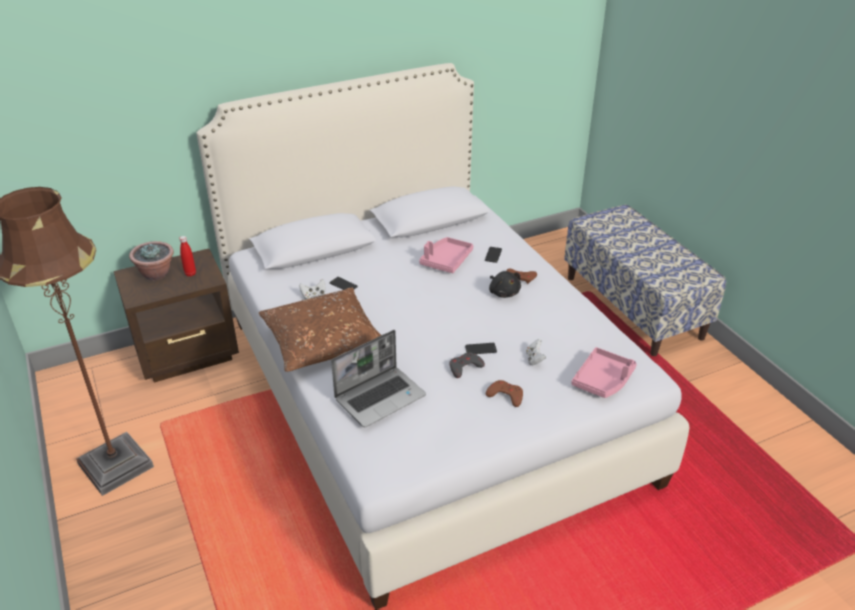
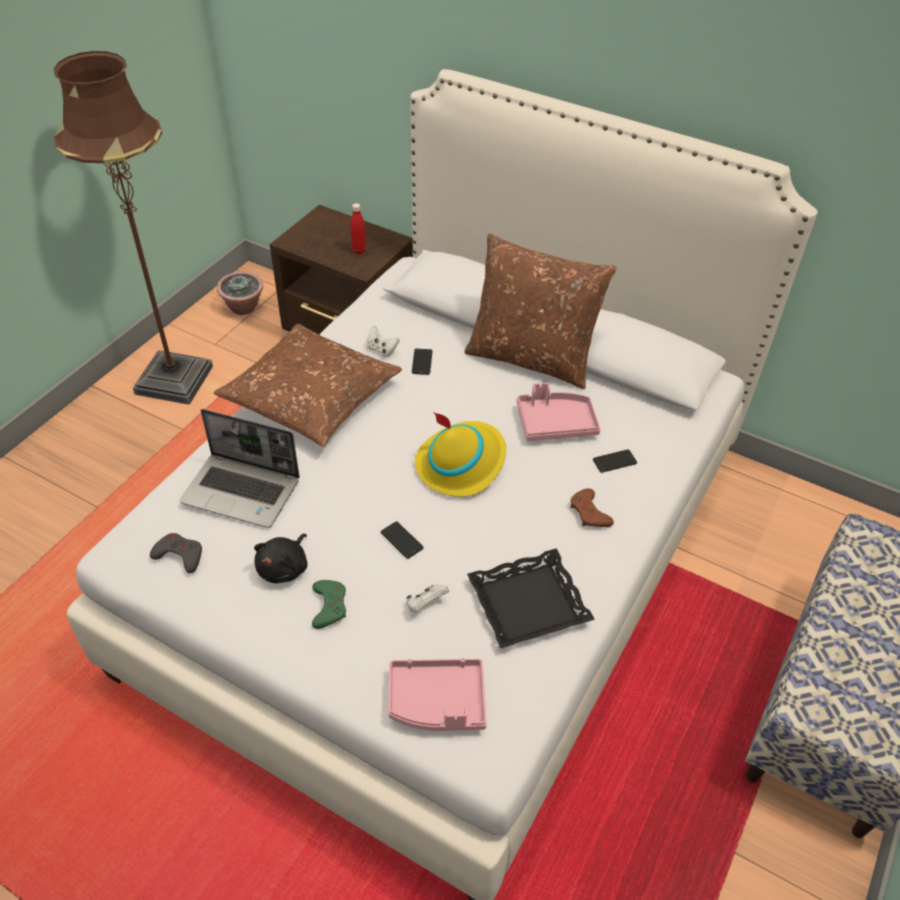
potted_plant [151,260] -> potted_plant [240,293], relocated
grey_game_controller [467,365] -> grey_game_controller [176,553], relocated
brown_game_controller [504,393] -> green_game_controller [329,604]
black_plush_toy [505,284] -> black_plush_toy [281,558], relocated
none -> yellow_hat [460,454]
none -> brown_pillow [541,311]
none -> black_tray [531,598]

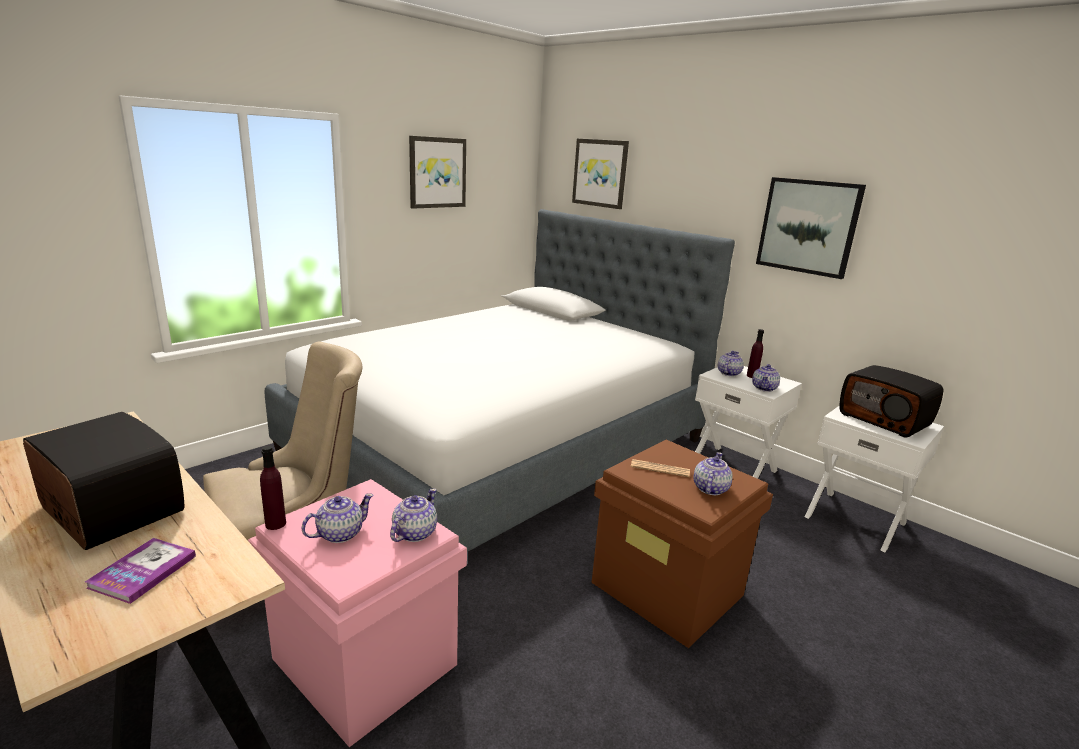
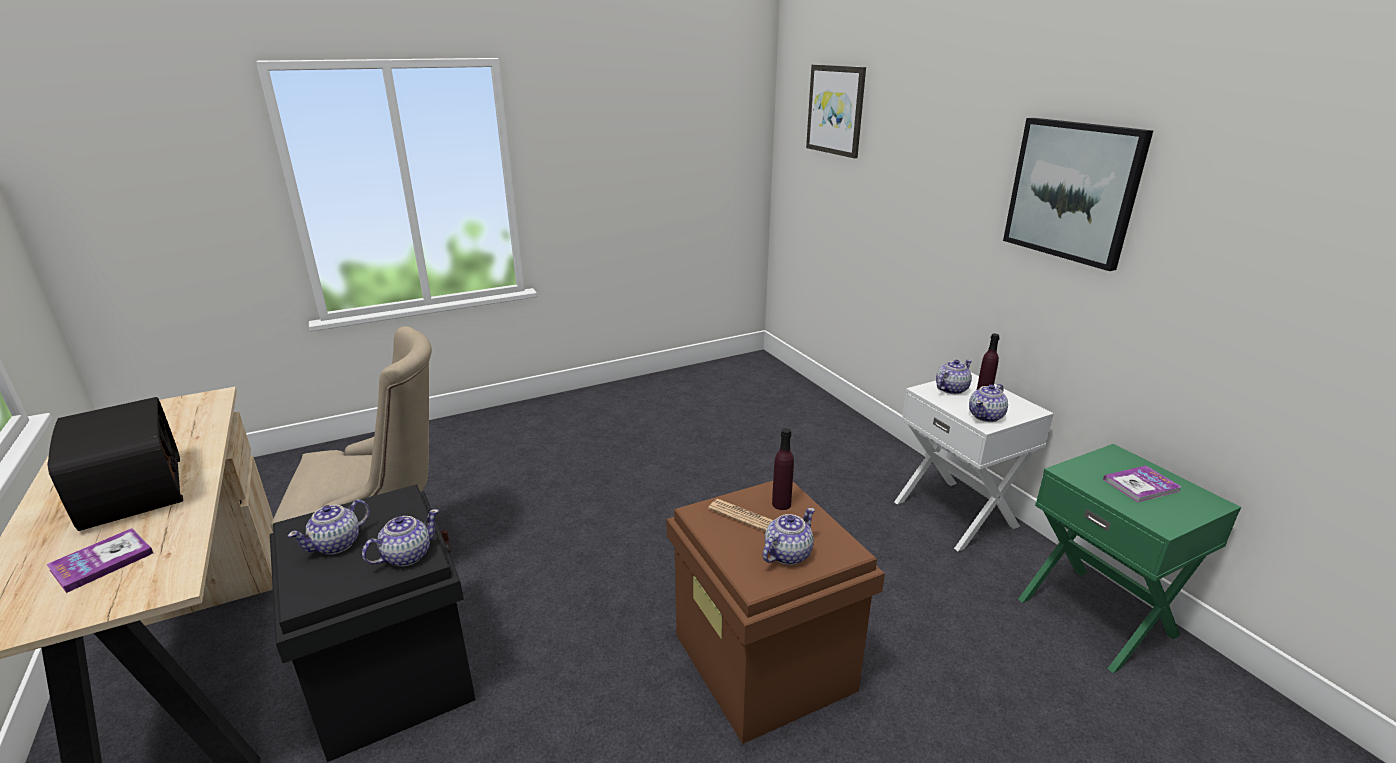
pink_storage_box [357,613] -> black_storage_box [372,623]
purple_bottle [273,488] -> purple_bottle [783,469], relocated
bed [499,380] -> none
teapot [337,518] -> teapot [329,527], 150 degrees clockwise
picture [437,172] -> none
white_nightstand [874,478] -> green_nightstand [1129,558]
radio [891,401] -> book [1142,483]

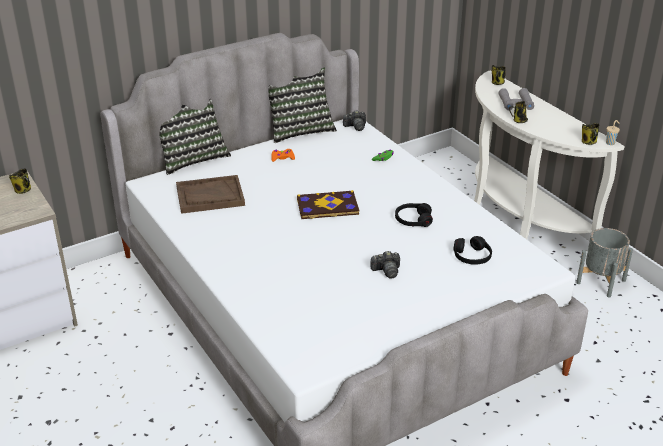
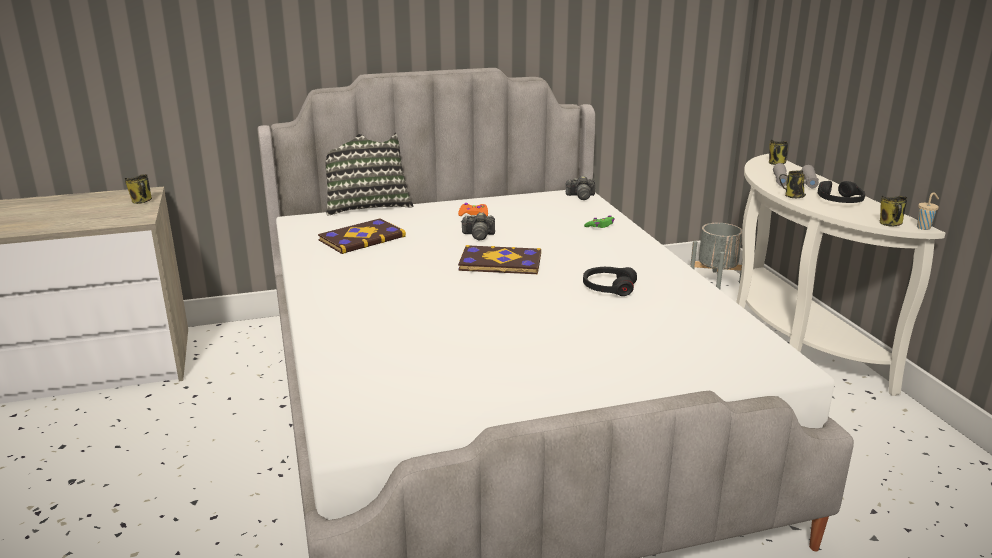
brown_tray [210,194] -> book [362,236]
pillow [303,105] -> none
photo_camera [385,264] -> photo_camera [478,226], relocated
black_headphones [473,250] -> black_headphones [841,192], relocated
grey_planter [604,263] -> grey_planter [716,256], relocated

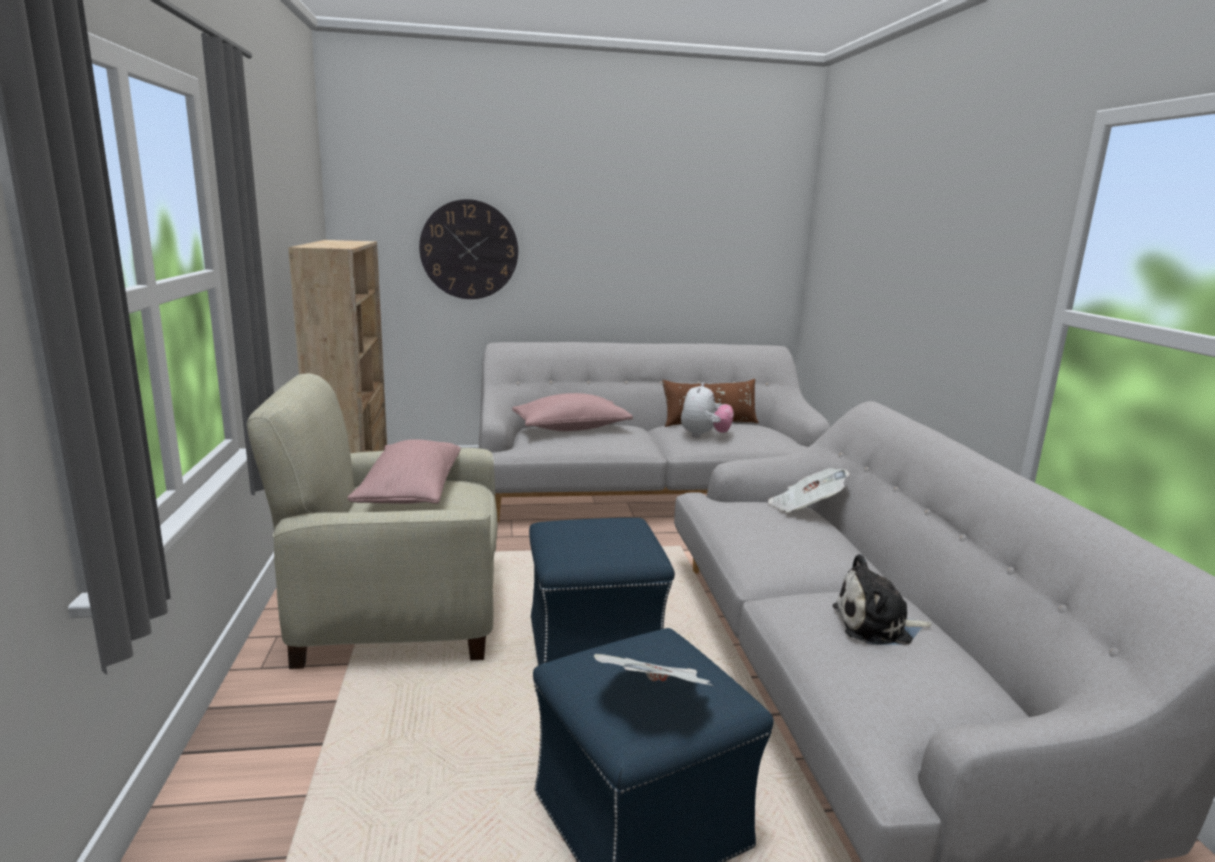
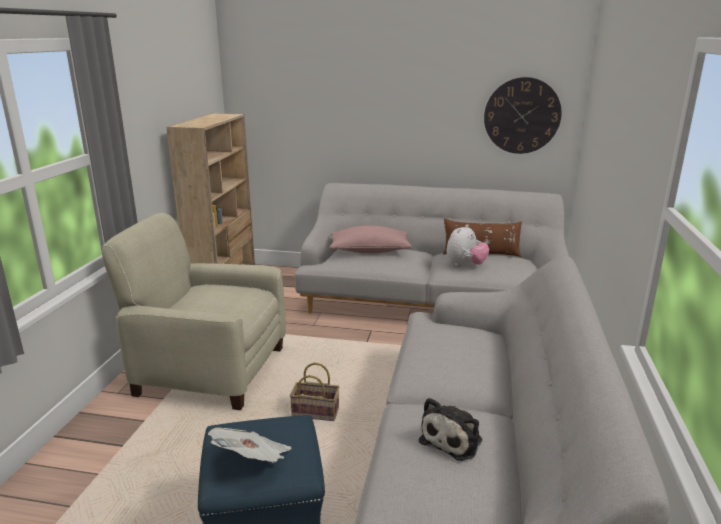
pink_pillow [404,471] -> none
wall_clock [468,249] -> wall_clock [523,115], relocated
blue_ottoman [602,592] -> basket [314,392]
newspaper [809,490] -> none
plush_toy [882,599] -> plush_toy [450,429], 75 degrees counterclockwise

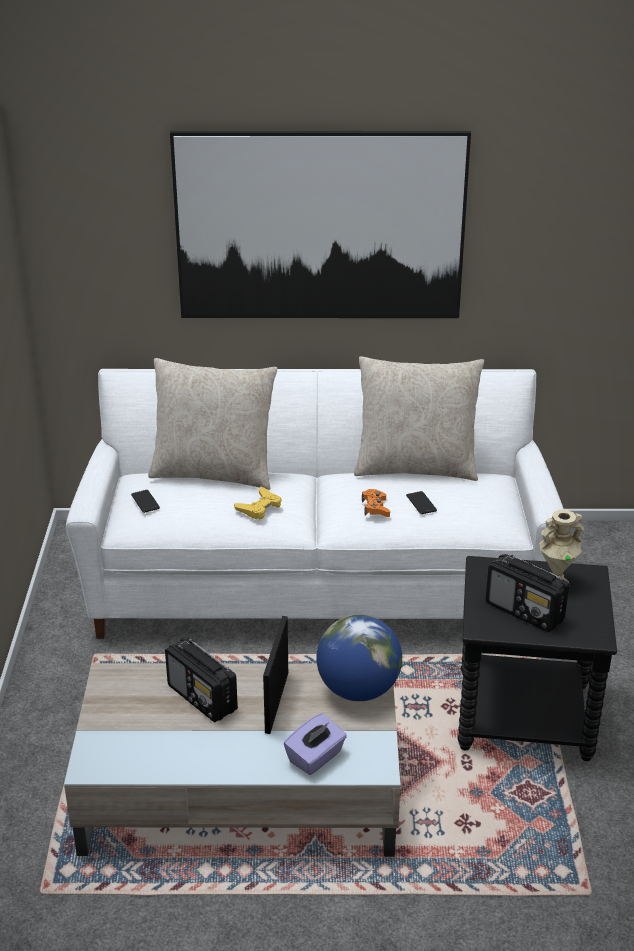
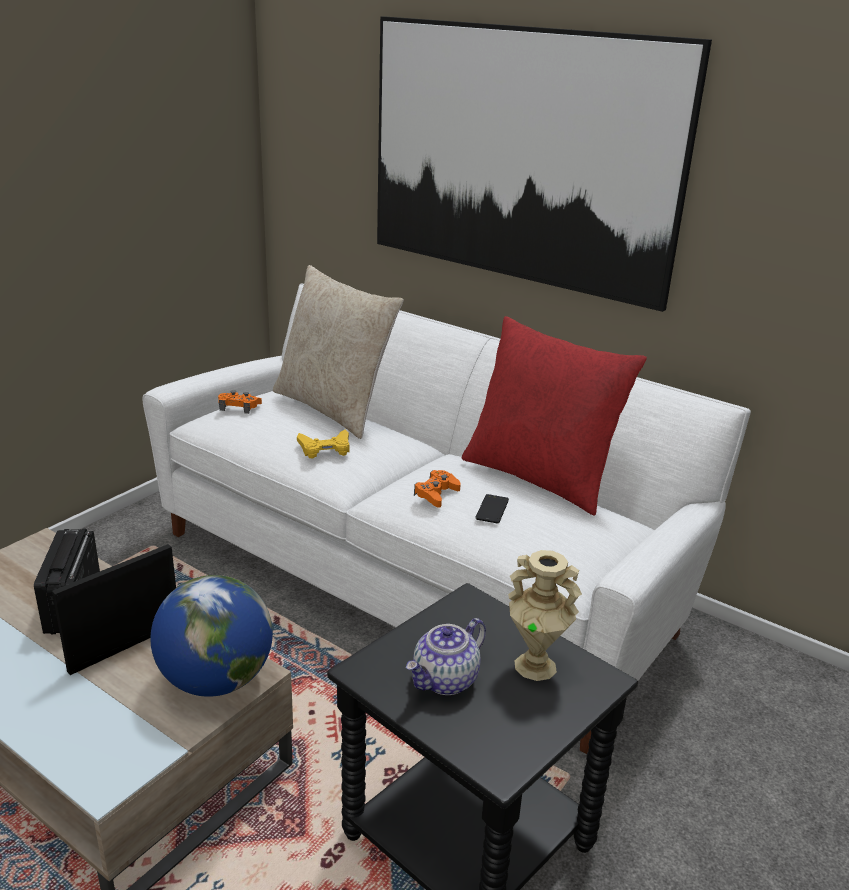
phone [145,501] -> orange_game_controller [240,402]
purple_tissue_box [315,744] -> none
beige_pillow [419,418] -> red_pillow [554,416]
radio [527,593] -> teapot [446,656]

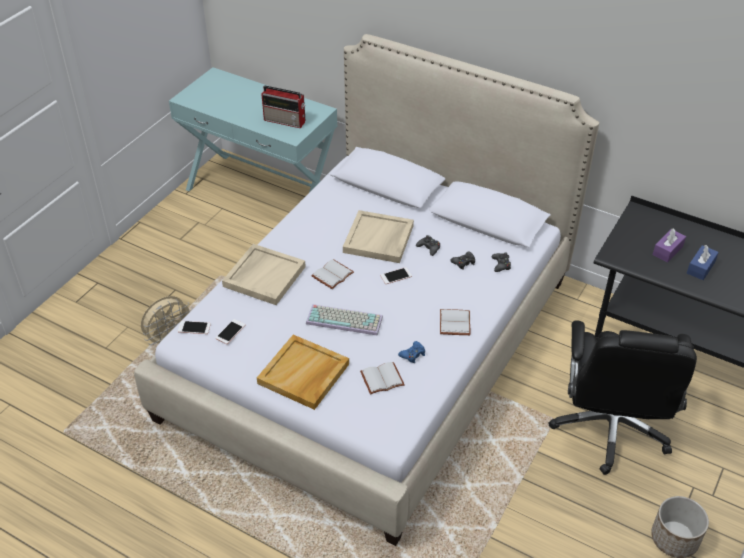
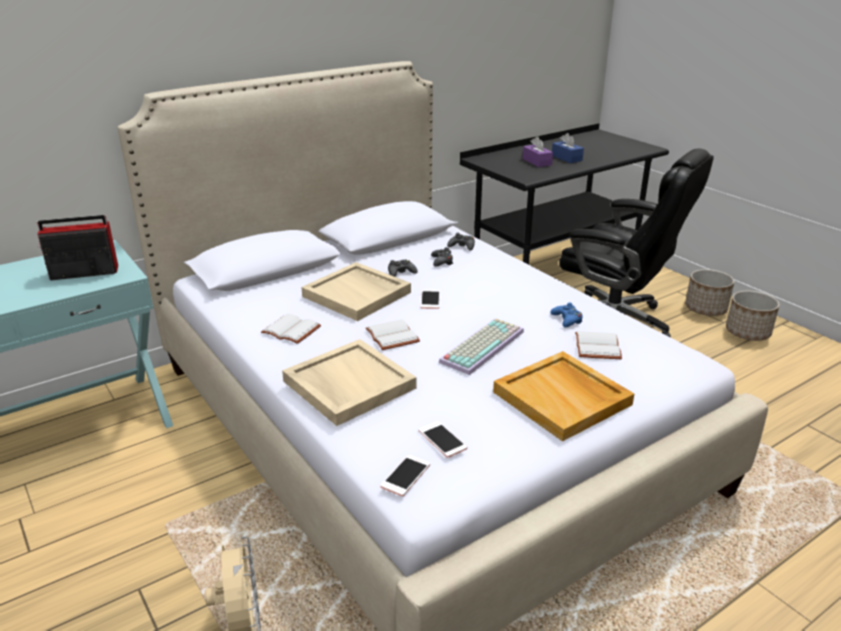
radio [283,106] -> radio [77,248], 150 degrees counterclockwise
white_book [455,322] -> white_book [291,329], relocated
none -> planter [710,292]

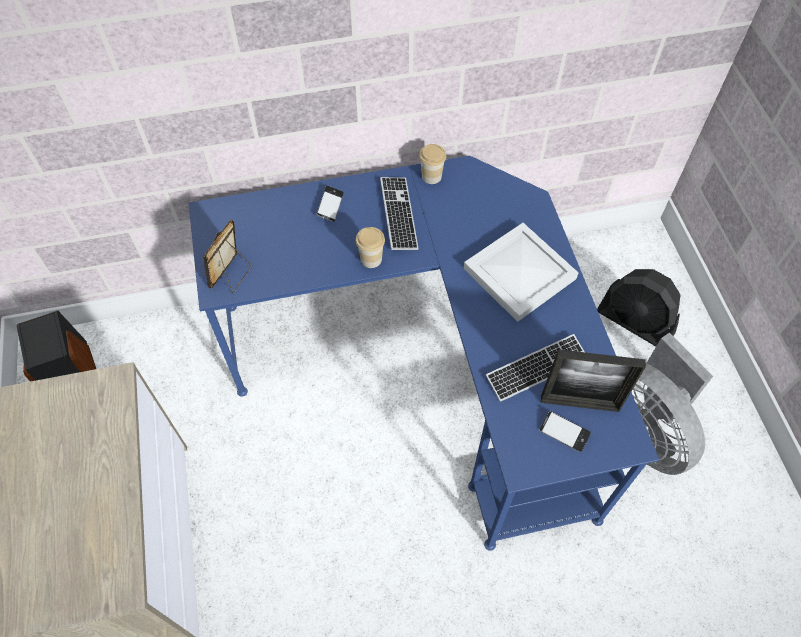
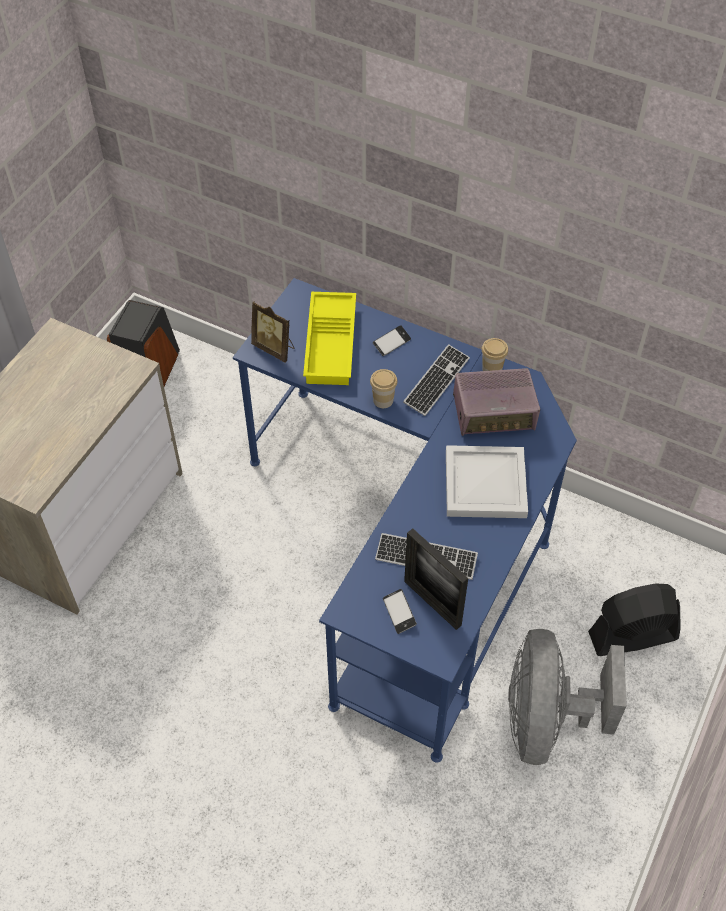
picture_frame [227,256] -> picture_frame [272,332], 120 degrees counterclockwise
black_fan [639,307] -> black_fan [634,619], 90 degrees clockwise
none -> yellow_tray [329,338]
none -> radio [496,402]

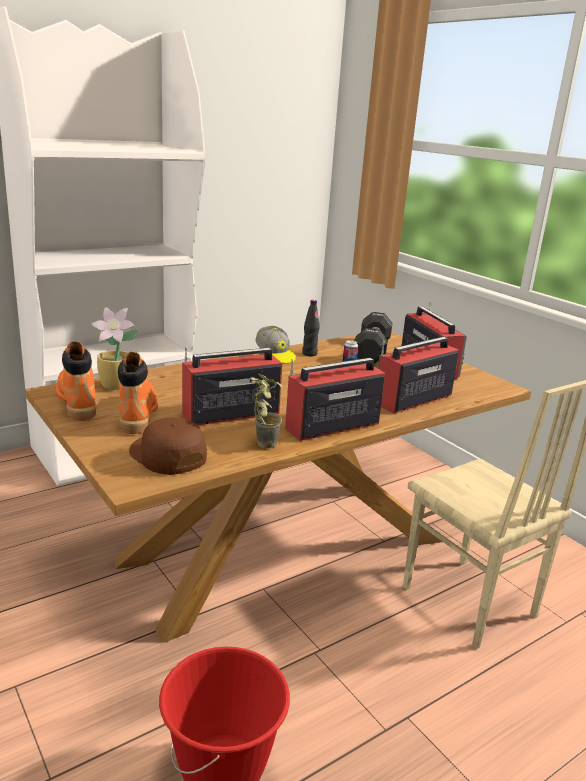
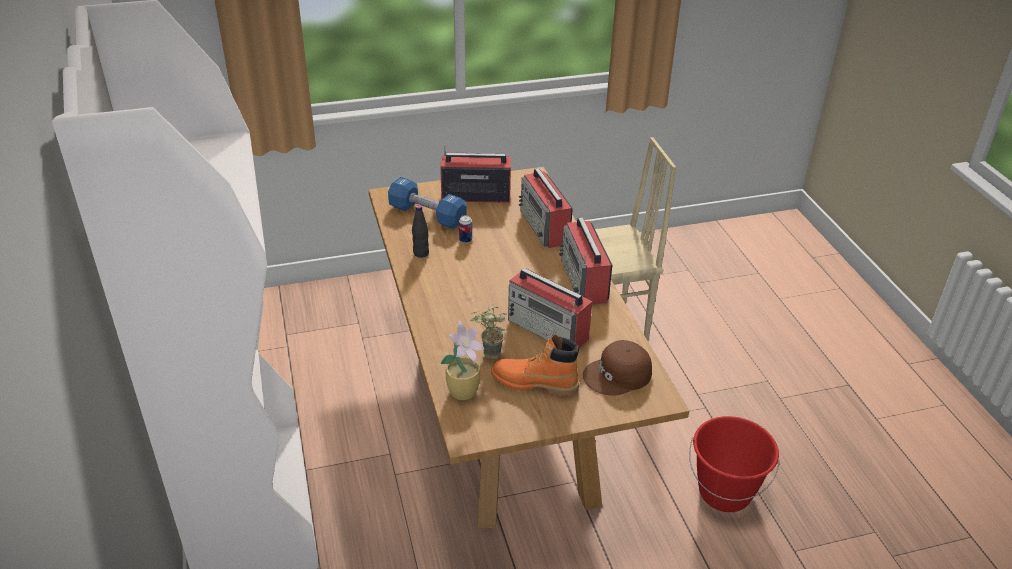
orange_boot [76,381] -> none
radio [232,385] -> radio [550,308], 45 degrees counterclockwise
potted_plant [266,410] -> potted_plant [488,333], relocated
cap [275,345] -> none
black_dumbbell [373,338] -> blue_dumbbell [427,203]

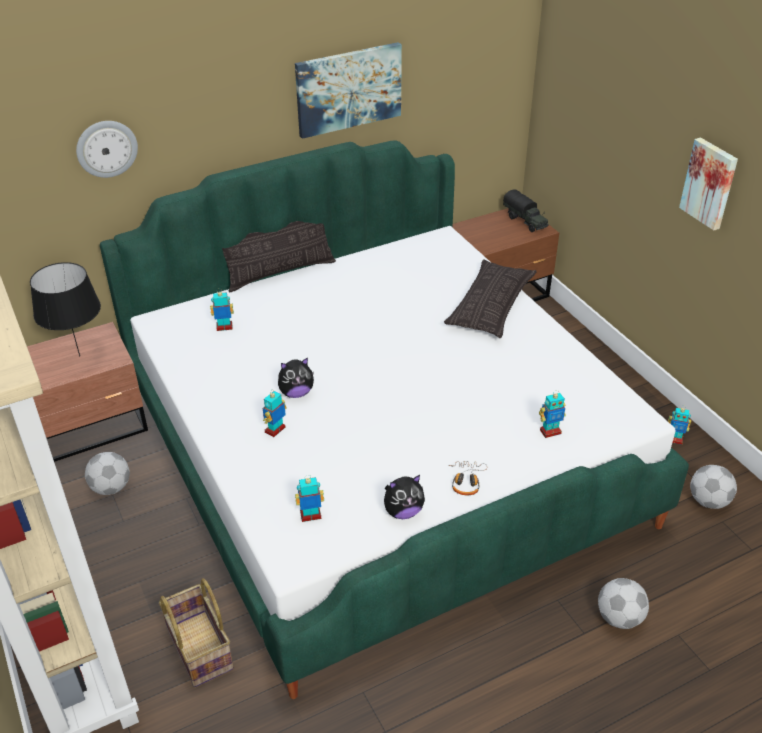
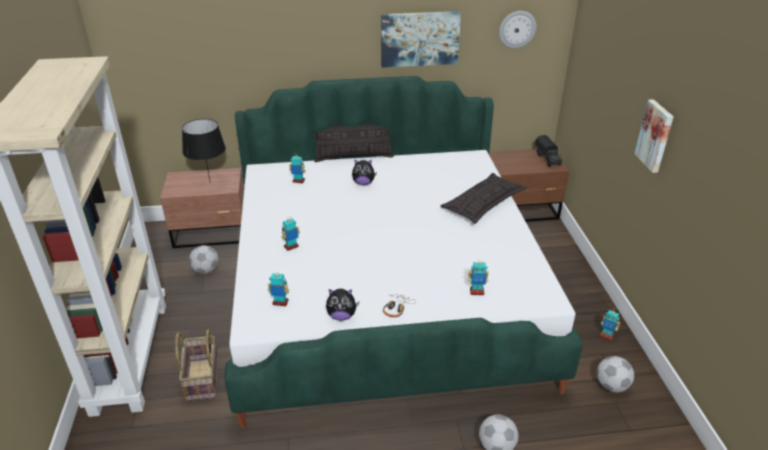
wall_clock [107,149] -> wall_clock [517,29], relocated
plush_toy [296,377] -> plush_toy [364,172], relocated

